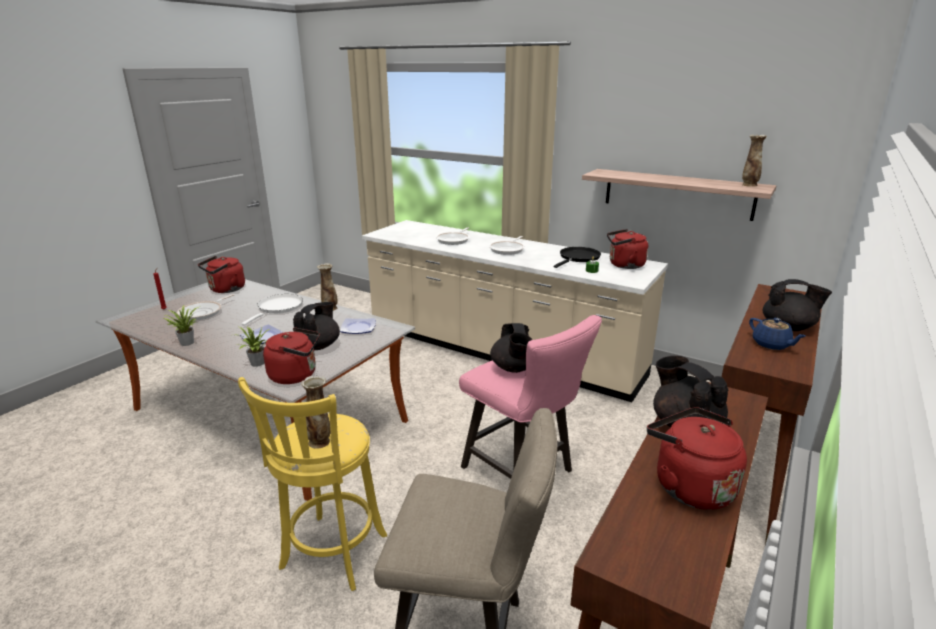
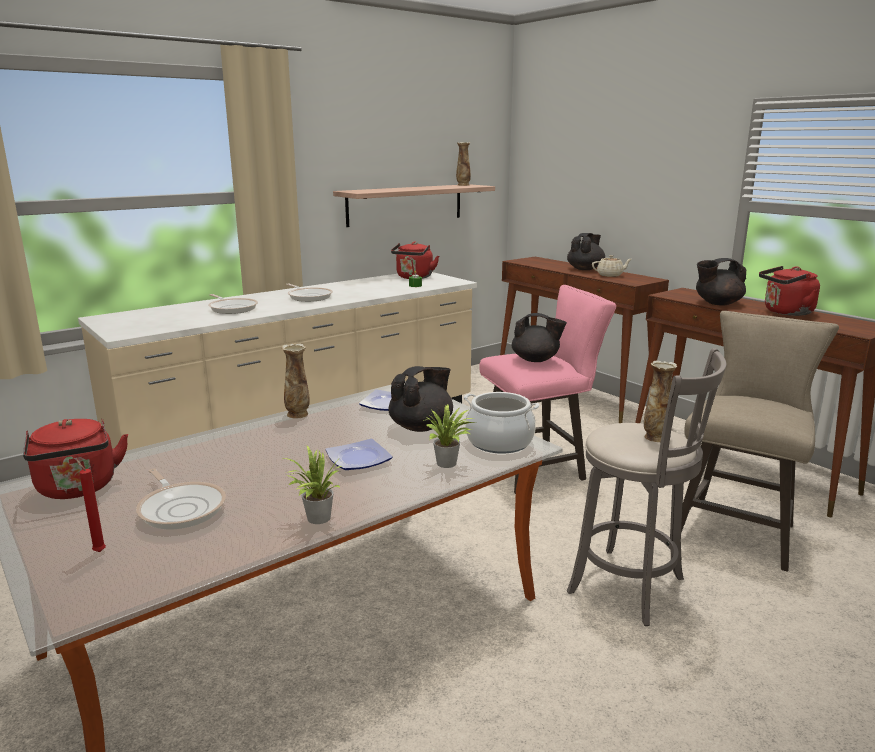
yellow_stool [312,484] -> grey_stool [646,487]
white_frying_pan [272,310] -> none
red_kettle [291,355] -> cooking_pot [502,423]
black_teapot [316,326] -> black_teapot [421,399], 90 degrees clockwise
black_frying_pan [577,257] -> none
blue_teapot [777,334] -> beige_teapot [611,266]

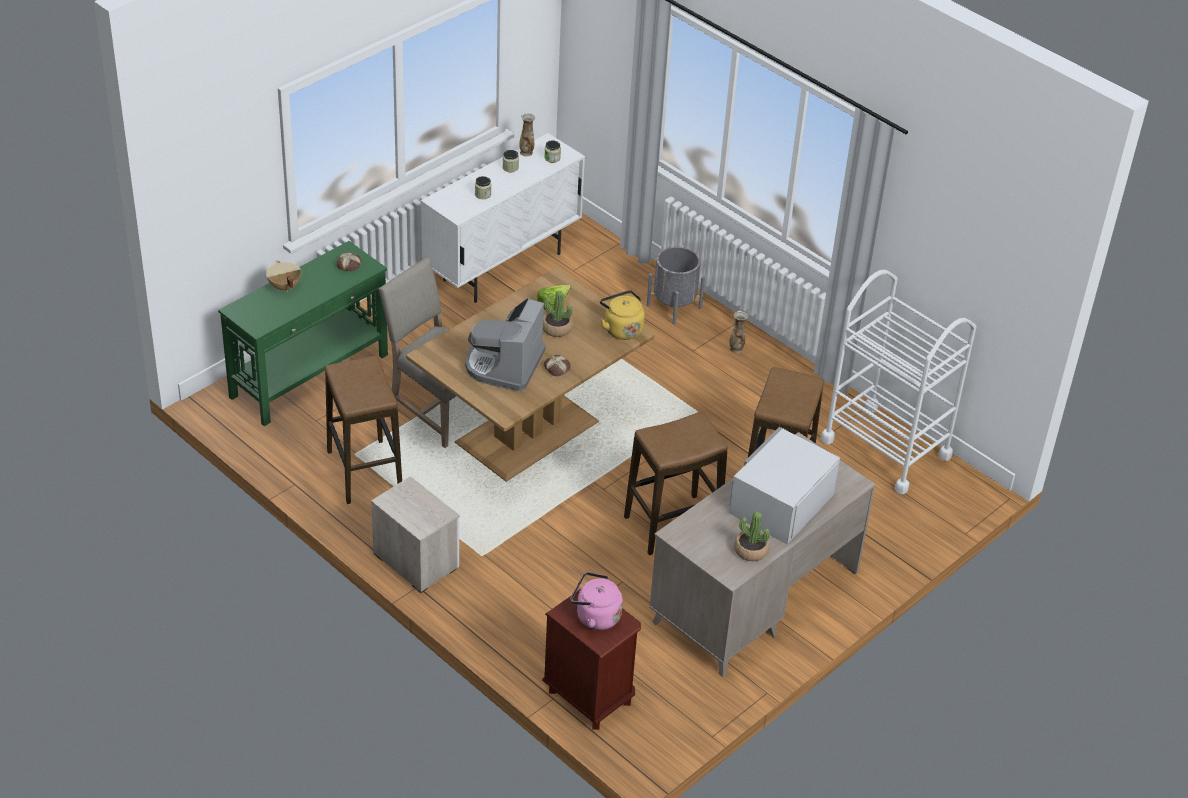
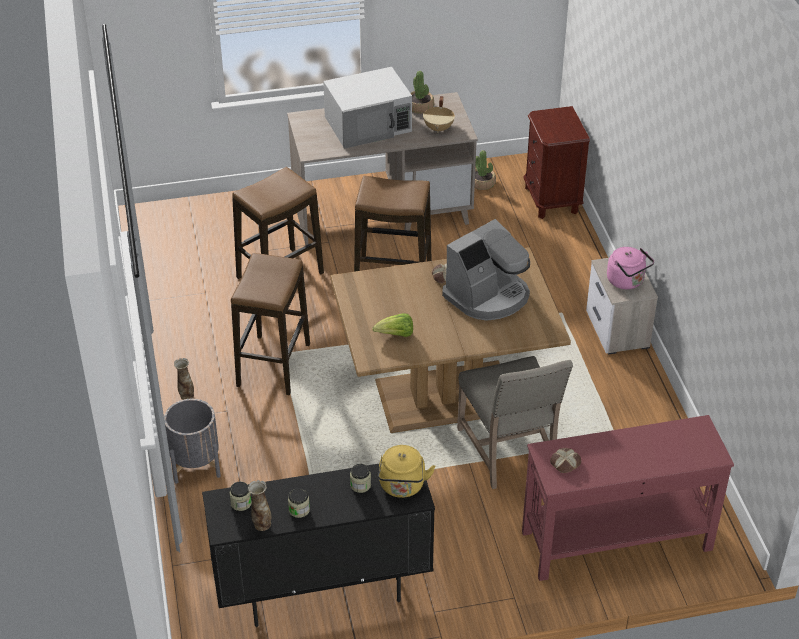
green_console_table [303,333] -> red_console_table [628,498]
beige_cooking_pot [283,276] -> beige_cooking_pot [439,114], relocated
stool [363,430] -> stool [270,324], relocated
white_cabinet [503,218] -> black_cabinet [318,545]
potted_plant [558,313] -> potted_plant [485,170], relocated
pink_kettle [596,601] -> pink_kettle [630,268], relocated
yellow_kettle [622,315] -> yellow_kettle [406,471], relocated
white_cart [899,382] -> none

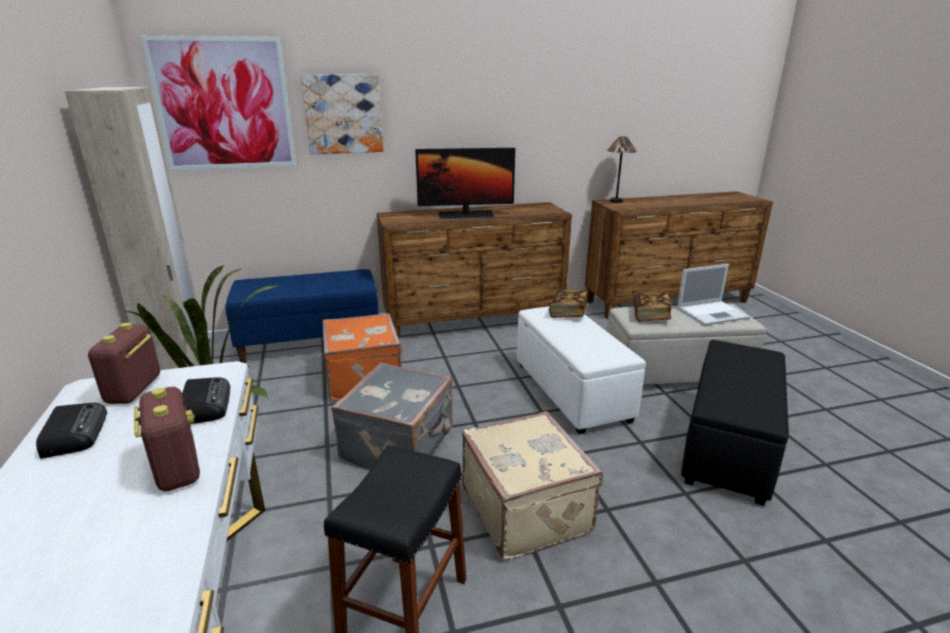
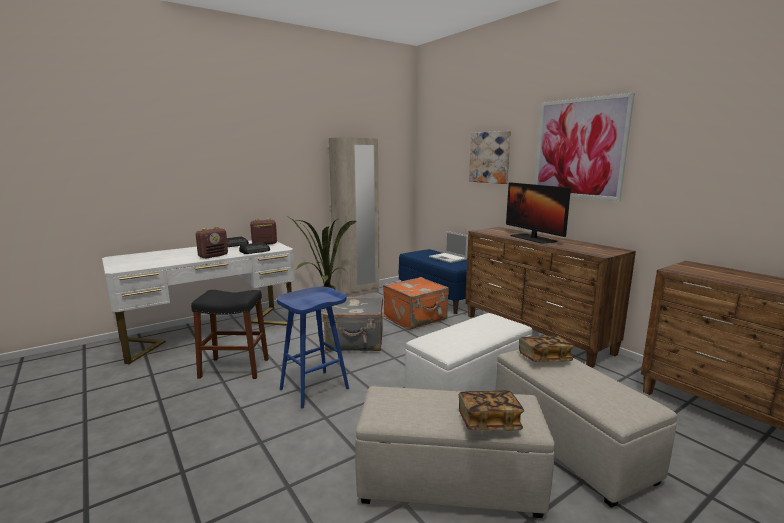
picture [218,103] -> picture [584,147], relocated
beige_suitcase [532,486] -> blue_stool [313,348]
book [568,304] -> book [491,410], relocated
table_lamp [622,169] -> none
laptop [714,294] -> laptop [448,247], relocated
black_ottoman [735,423] -> beige_ottoman [455,452]

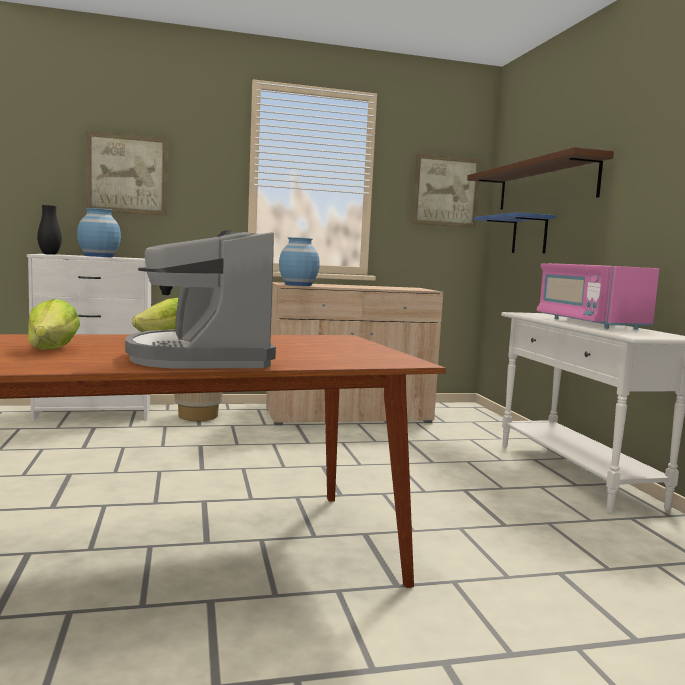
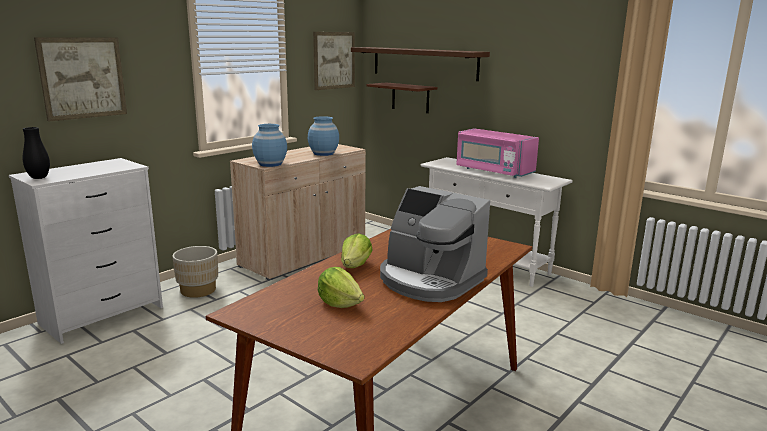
blue_vase [99,232] -> blue_vase [323,136], relocated
blue_shelf [515,233] -> brown_shelf [402,97]

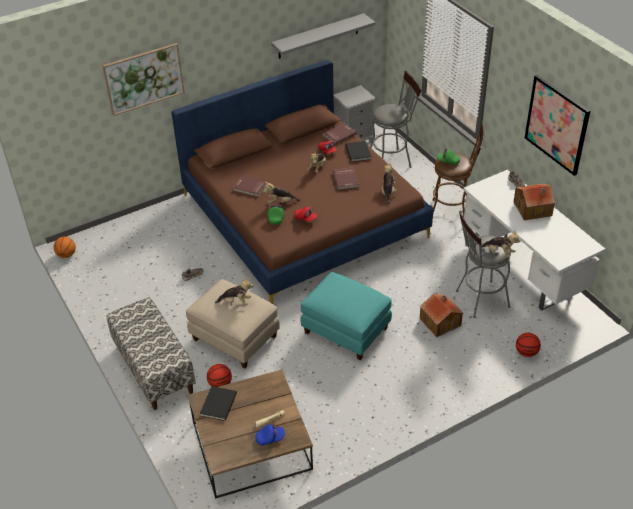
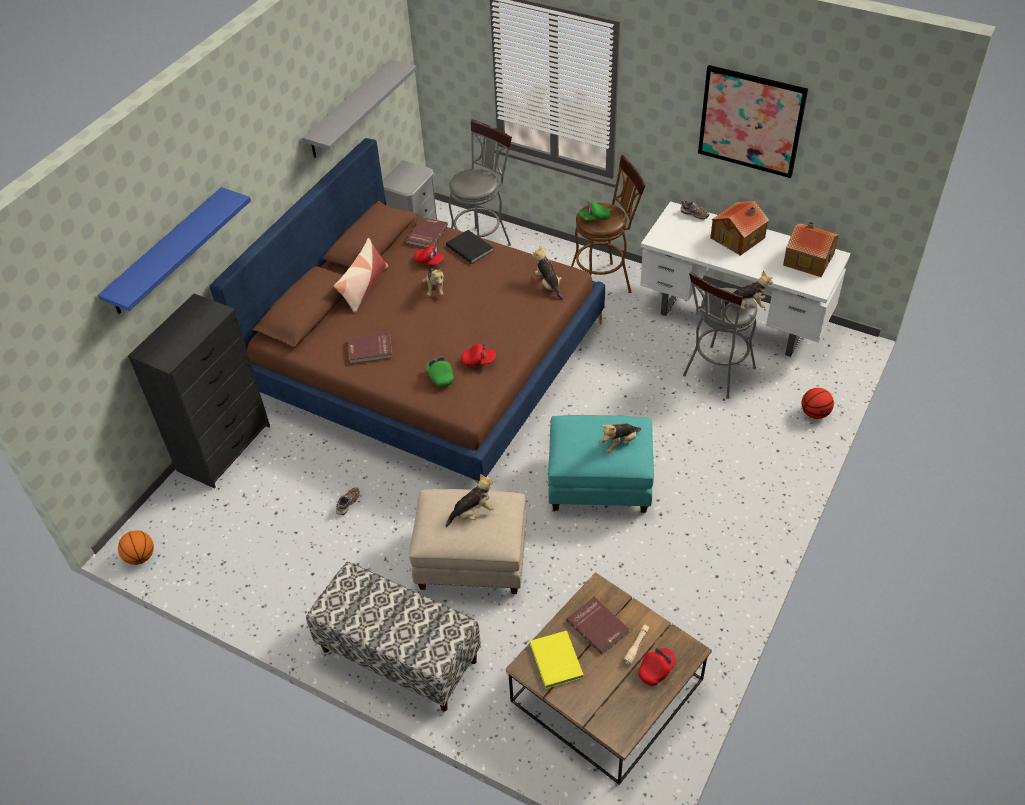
picture [144,79] -> blue_shelf [174,250]
black_book [218,403] -> yellow_book [557,660]
basketball [219,375] -> none
blue_cap [270,434] -> red_cap [657,667]
plush_toy [281,192] -> plush_toy [620,438], relocated
red_book [346,178] -> red_book [598,626], relocated
toy_house [441,315] -> toy_house [811,249], relocated
none -> black_dresser [199,391]
none -> pillow [361,275]

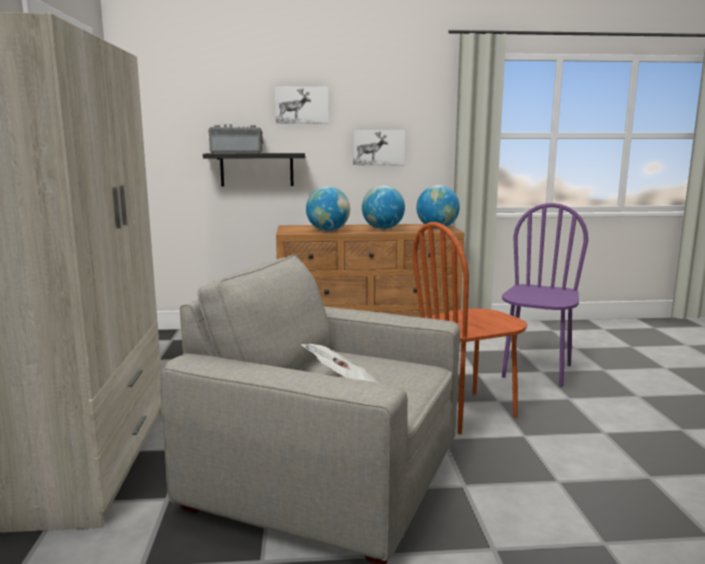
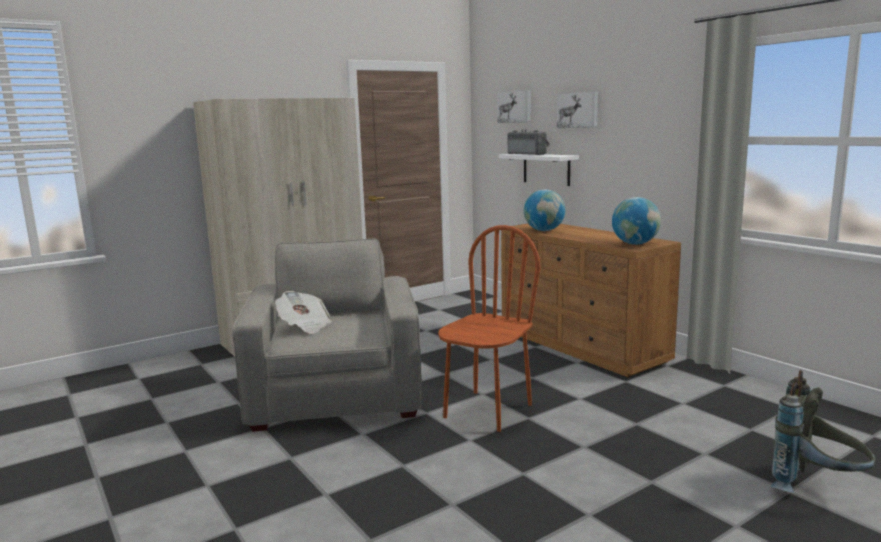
black_shelf [254,169] -> white_shelf [539,170]
picture [379,147] -> picture [514,106], relocated
globe [383,207] -> none
brown_chair [469,328] -> brown_chair [489,328], 90 degrees clockwise
purple_chair [545,295] -> none
none -> grey_backpack [823,431]

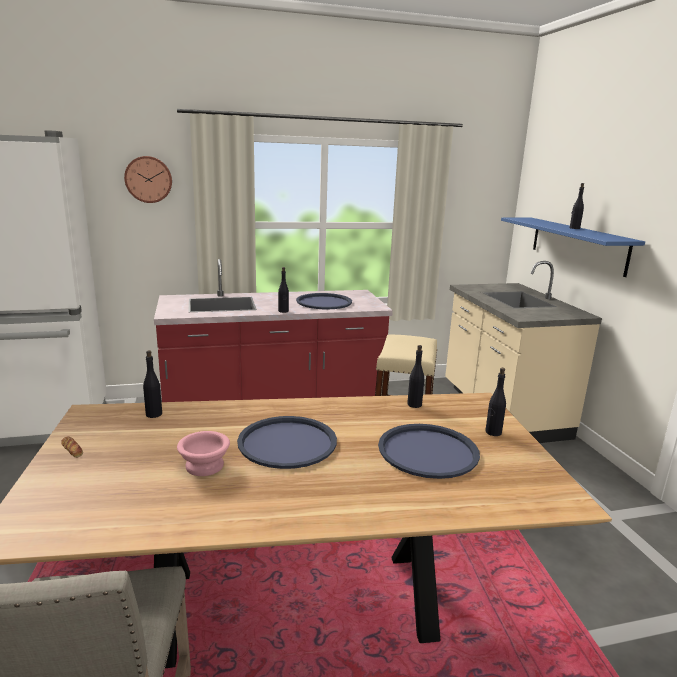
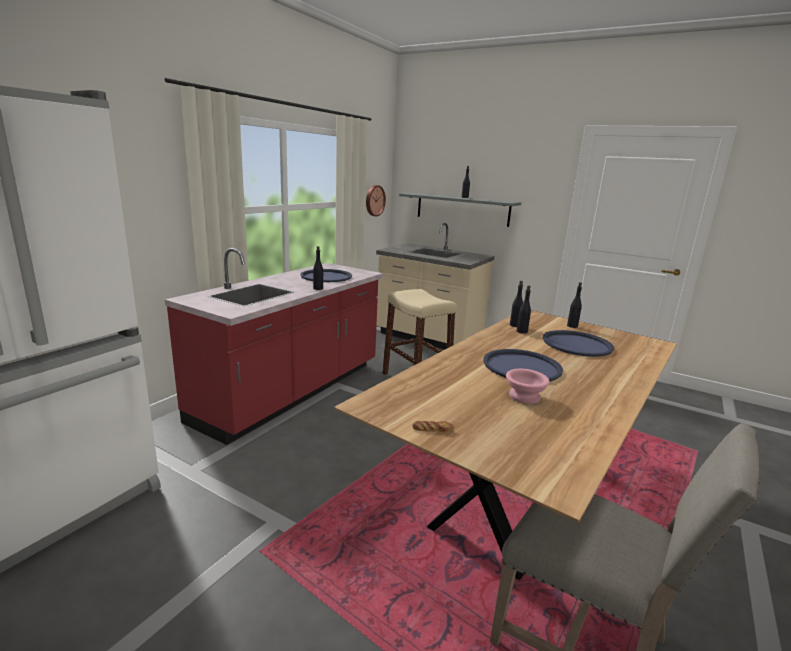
wall_clock [148,179] -> wall_clock [376,201], relocated
black_bottle [152,384] -> black_bottle [524,310], relocated
blue_shelf [573,247] -> grey_shelf [460,210]

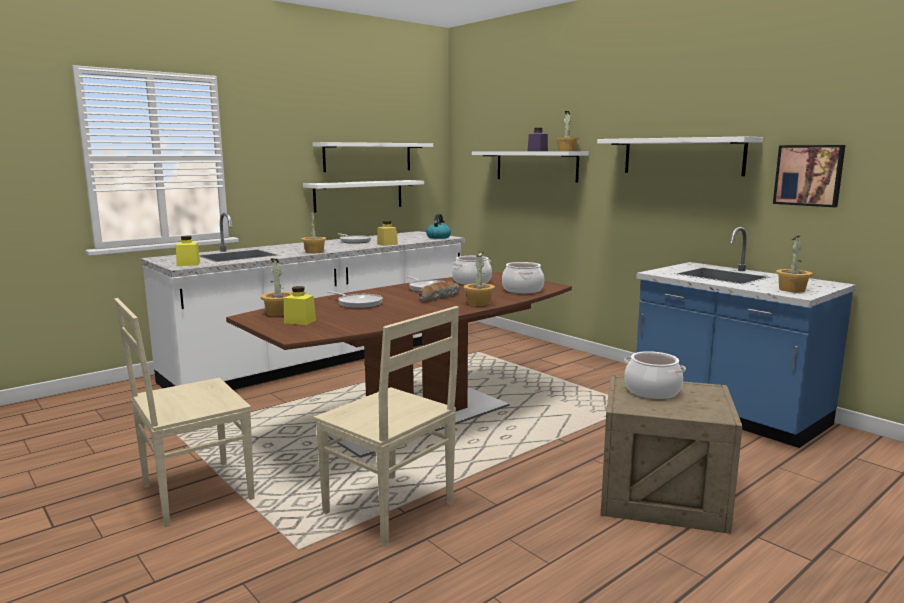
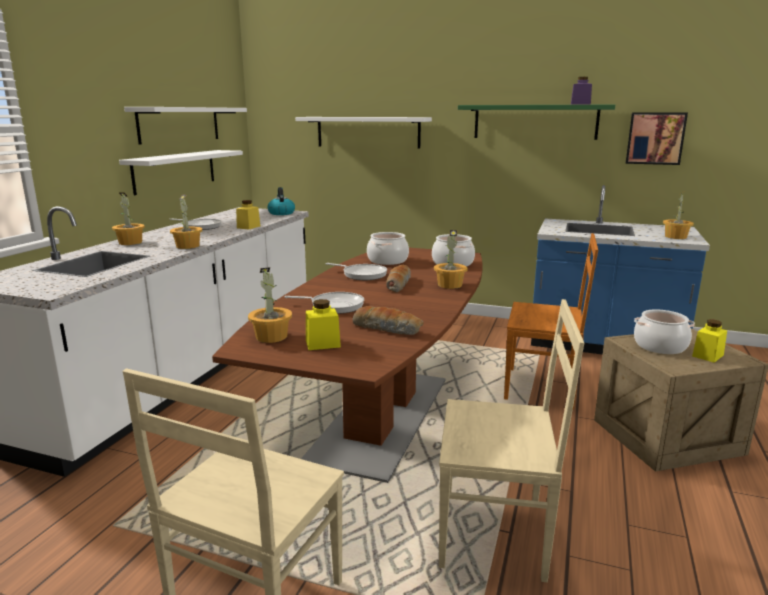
yellow_jar [188,251] -> yellow_jar [709,341], relocated
purple_jar [538,139] -> purple_jar [581,91], relocated
potted_plant [567,131] -> potted_plant [128,219], relocated
white_shelf [680,156] -> green_shelf [536,122]
none -> bread [388,320]
none -> brown_chair [551,321]

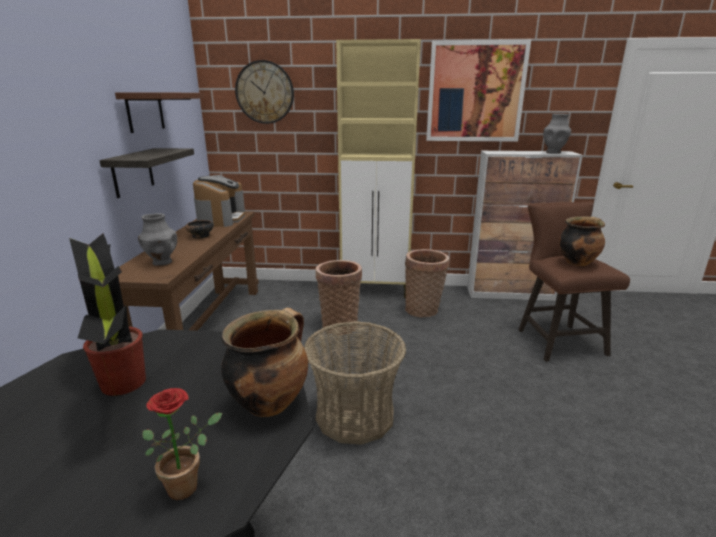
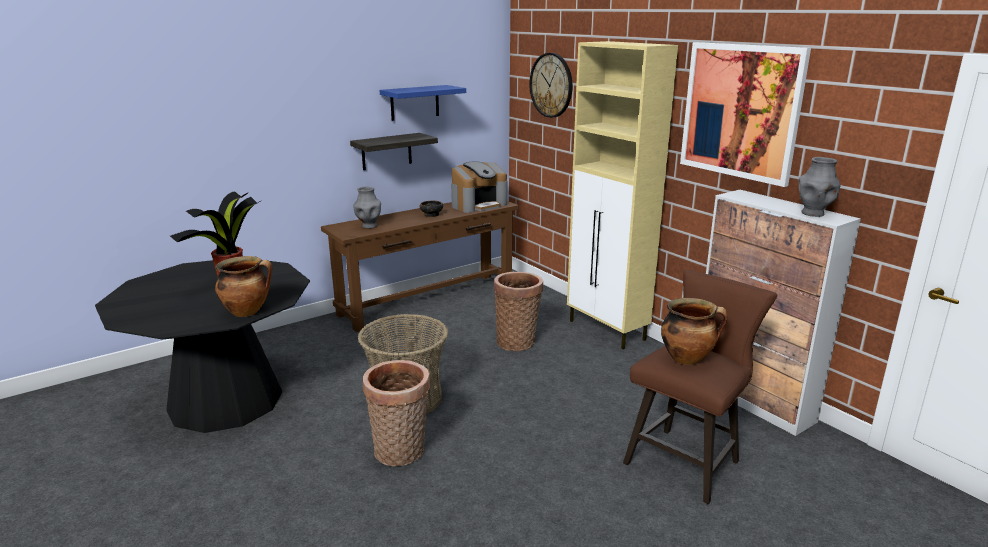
brown_shelf [159,112] -> blue_shelf [423,103]
potted_plant [182,444] -> none
basket [427,283] -> basket [396,413], relocated

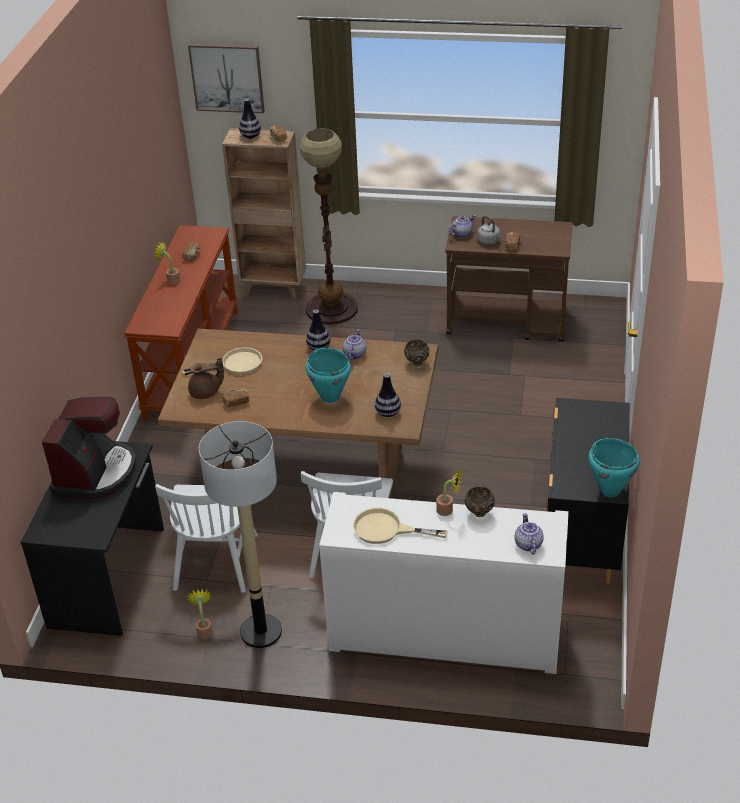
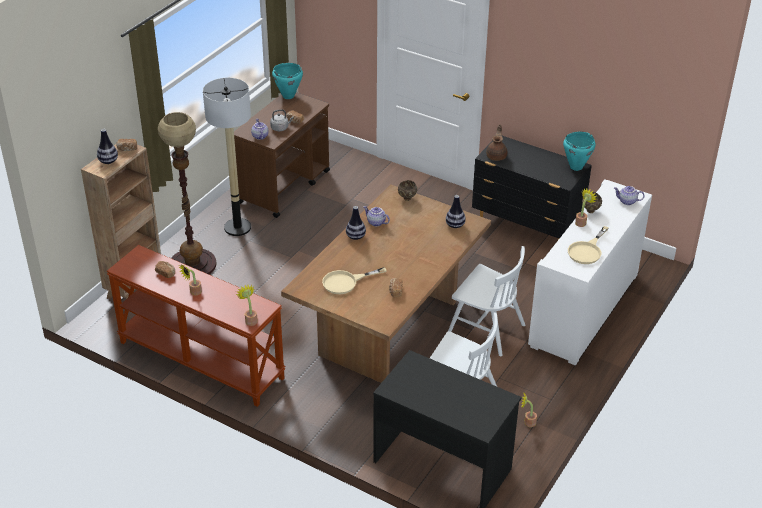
coffee_machine [89,448] -> none
beige_frying_pan [222,361] -> beige_frying_pan [354,280], 120 degrees counterclockwise
picture [226,78] -> none
brown_teapot [206,378] -> brown_teapot [497,142], relocated
floor_lamp [240,534] -> floor_lamp [227,157], relocated
turquoise_cooking_pot [328,375] -> turquoise_cooking_pot [287,81], relocated
none -> potted_plant [247,305]

